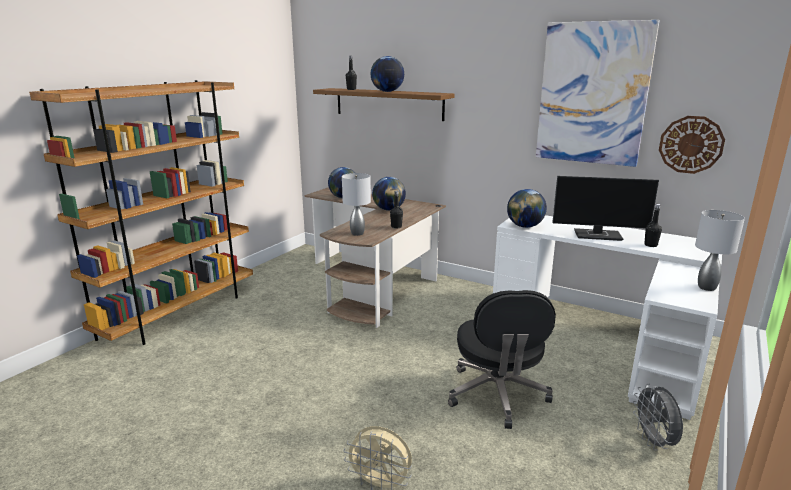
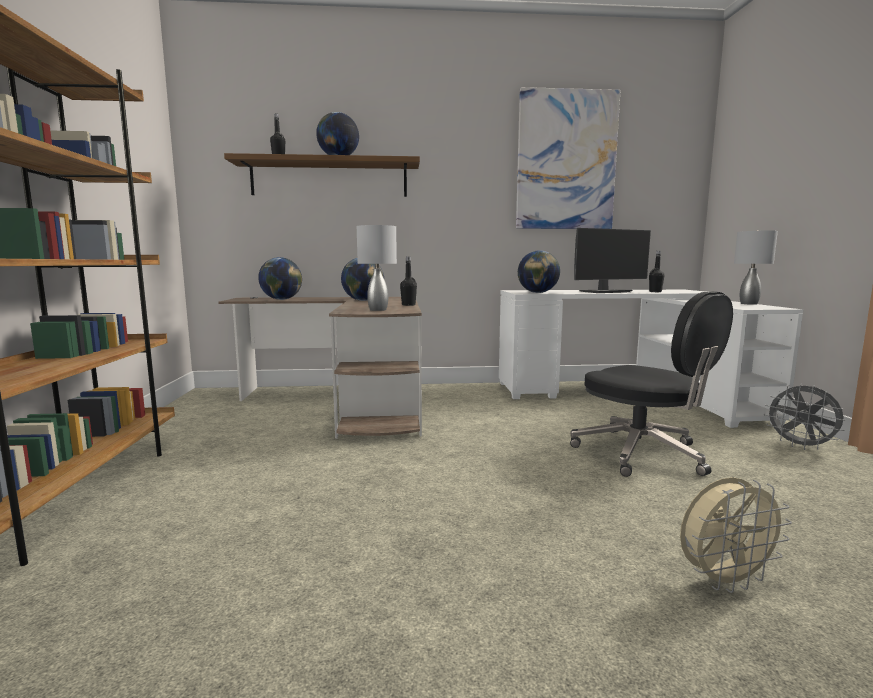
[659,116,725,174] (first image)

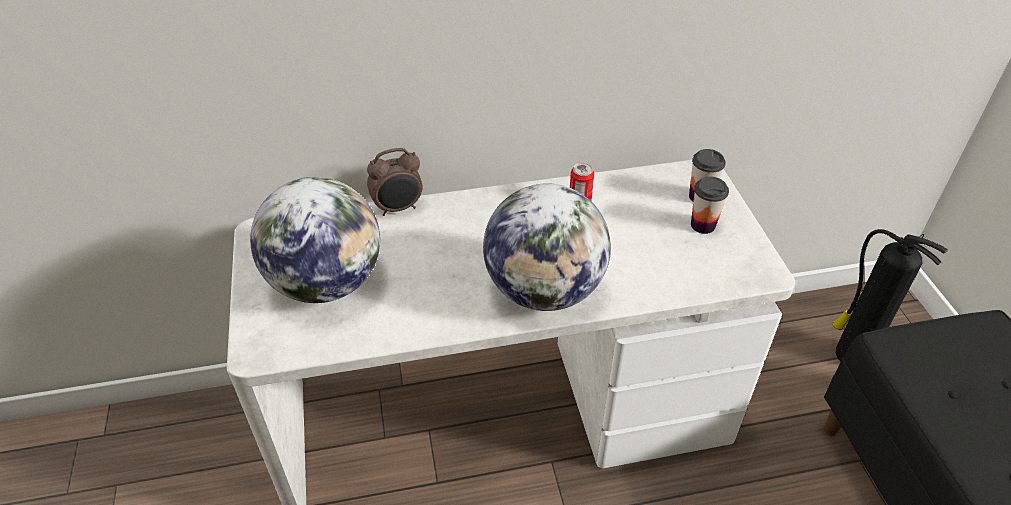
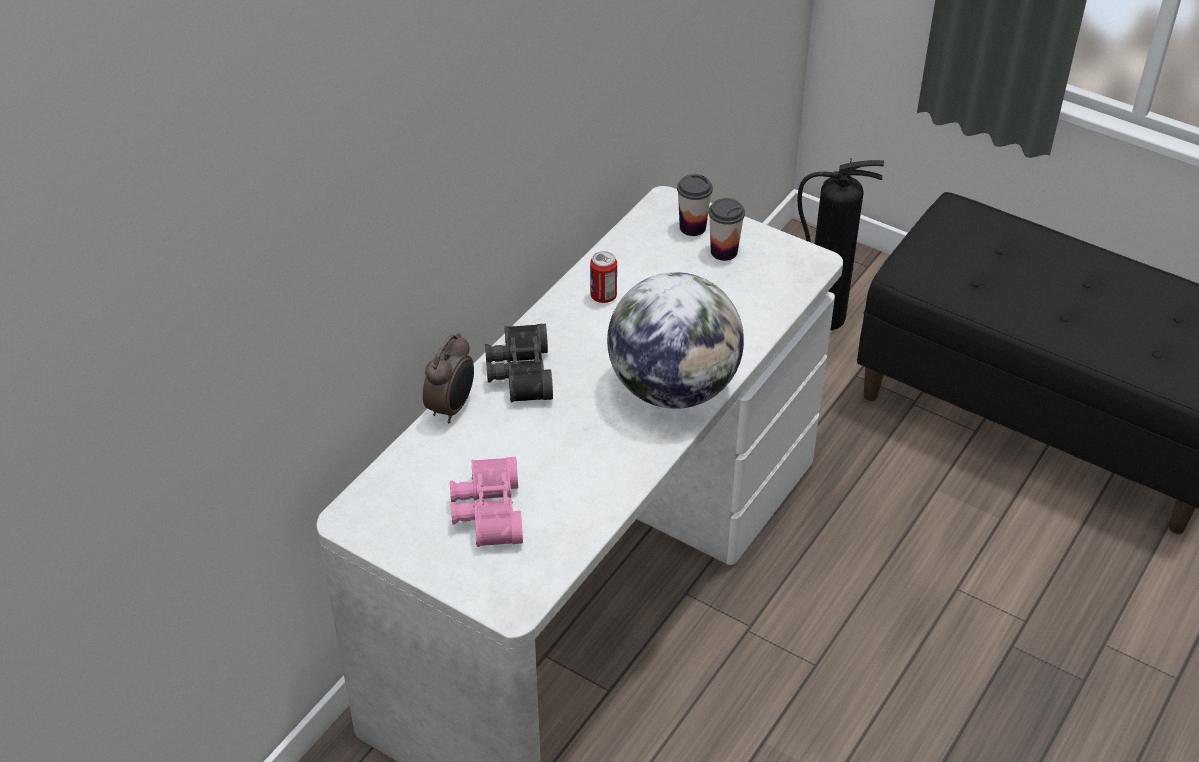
[450,457,523,547]
[485,324,553,402]

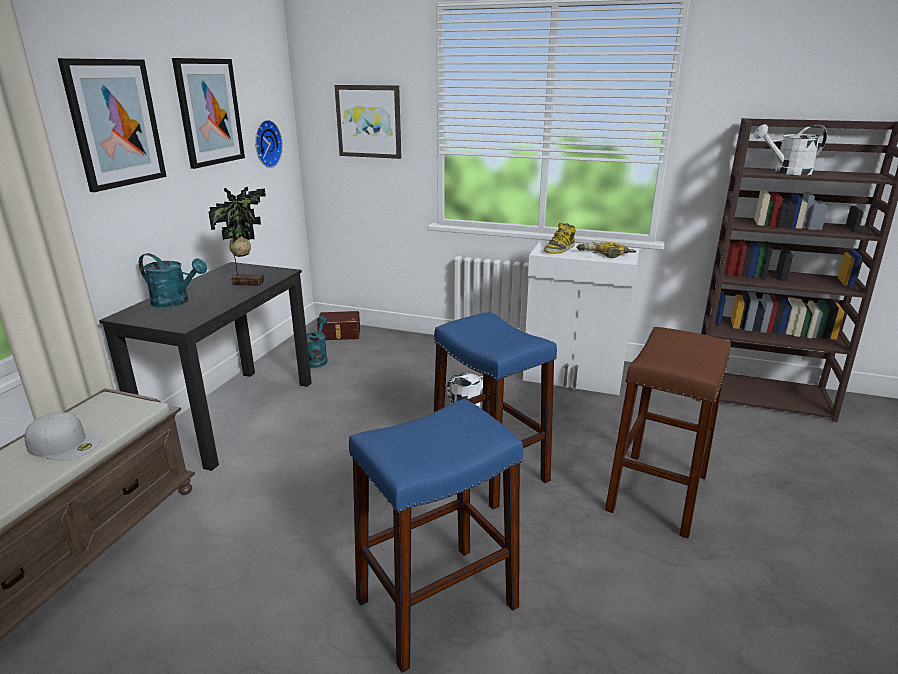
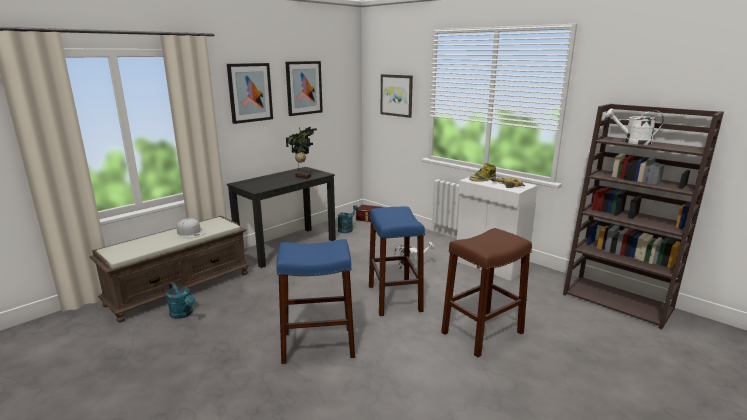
[166,282,195,319]
[255,120,283,168] (first image)

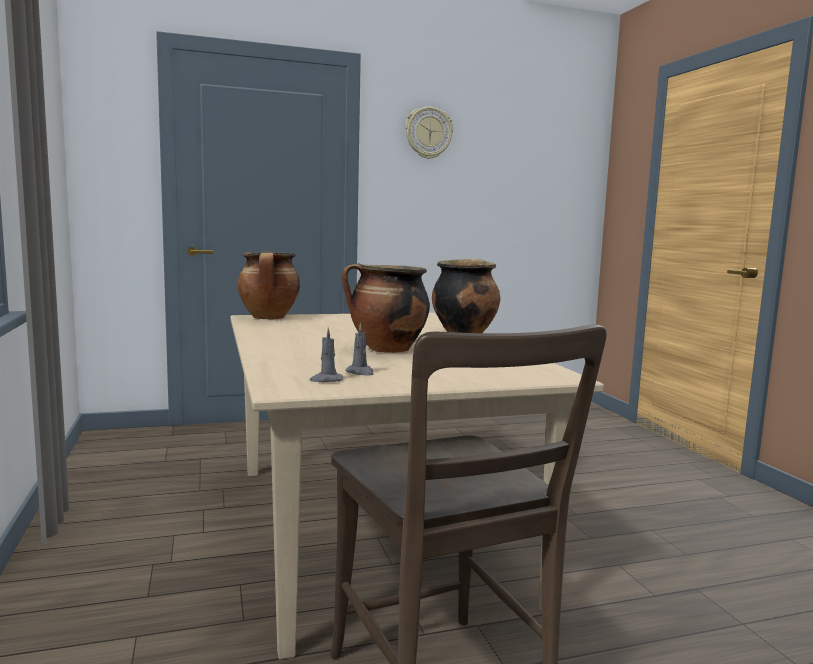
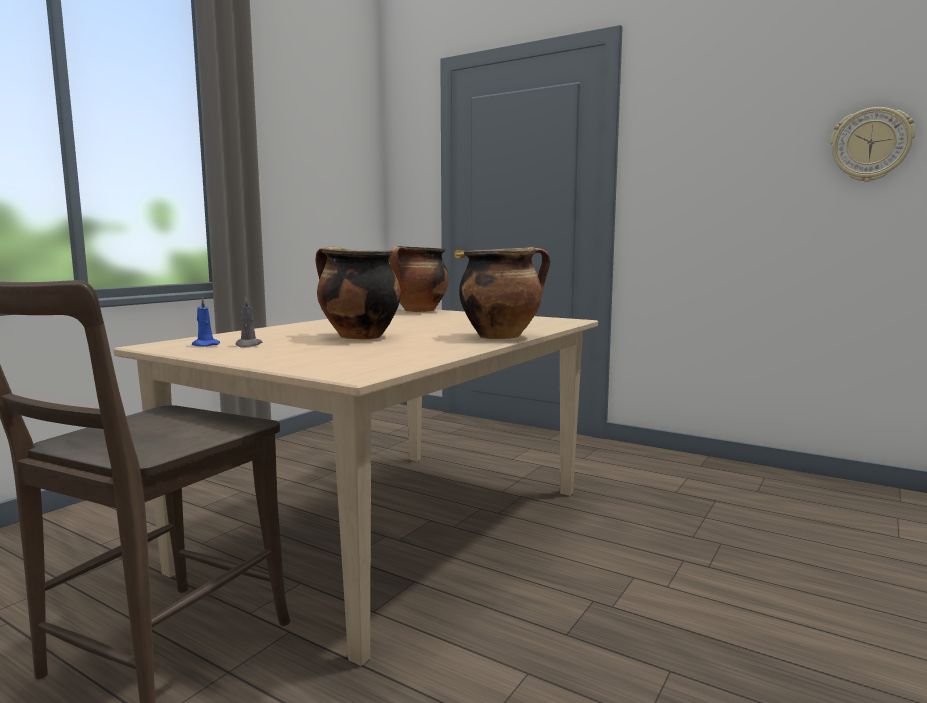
[192,297,220,347]
[830,107,915,182]

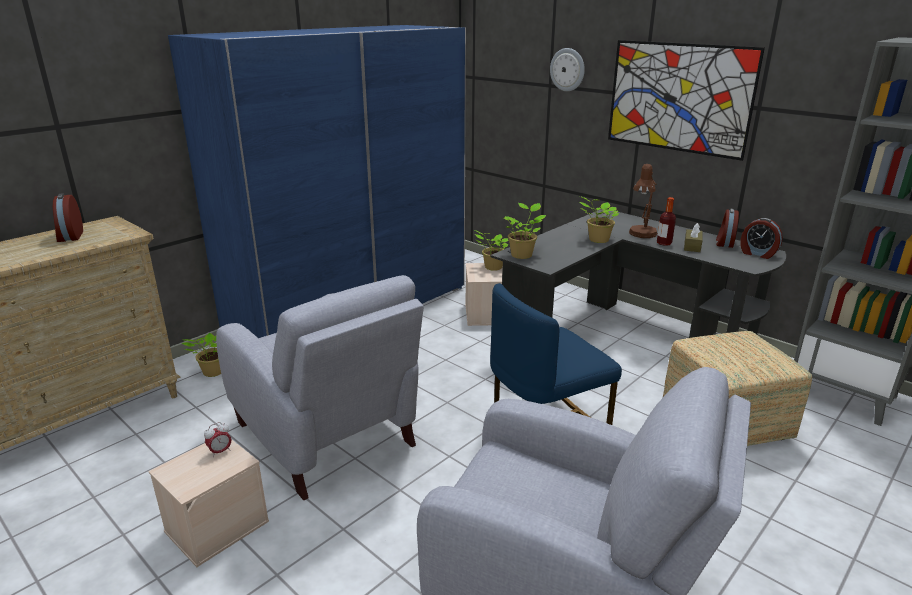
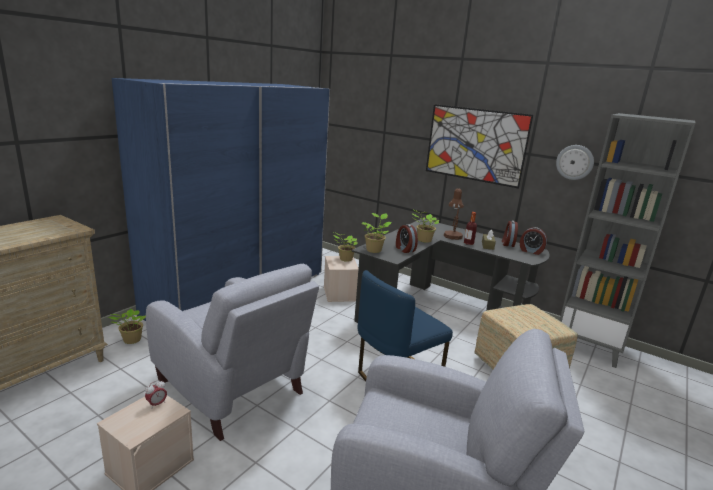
[396,224,418,253]
[556,145,594,180]

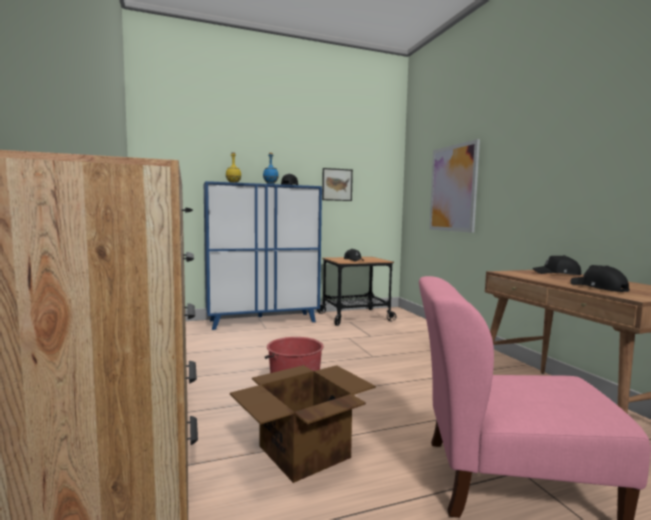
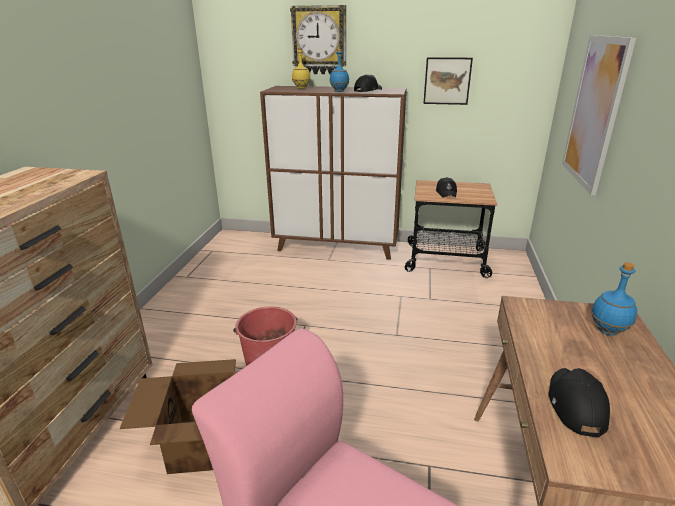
[260,86,407,260]
[591,262,637,336]
[290,5,346,74]

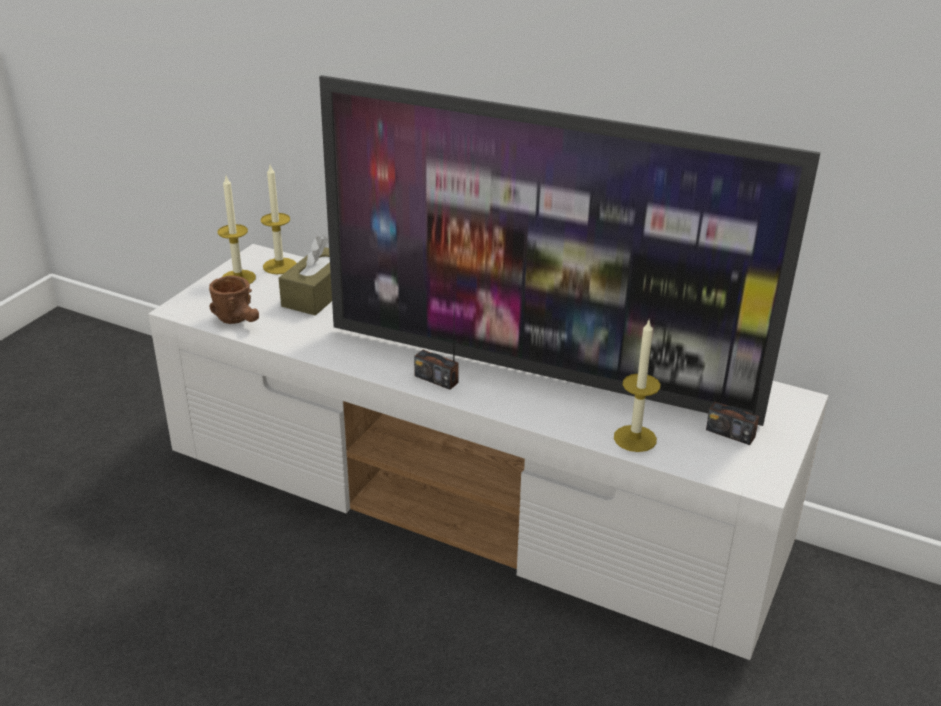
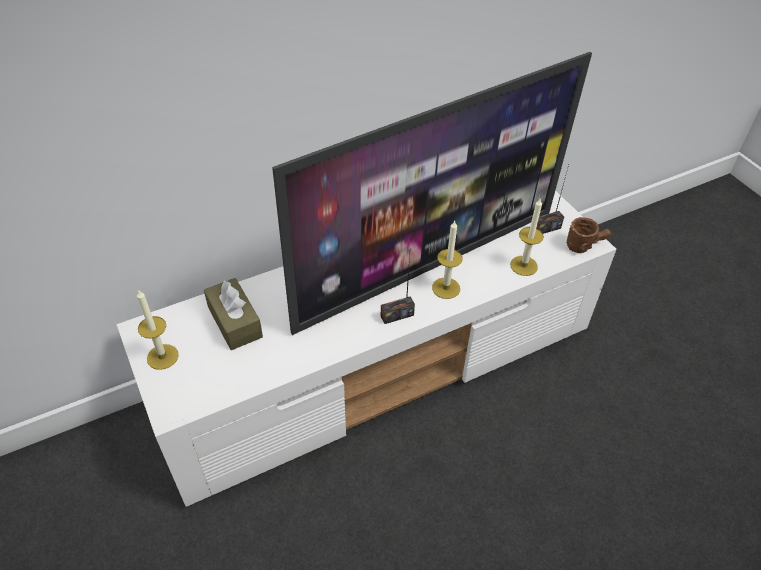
[567,217,611,253]
[432,220,463,299]

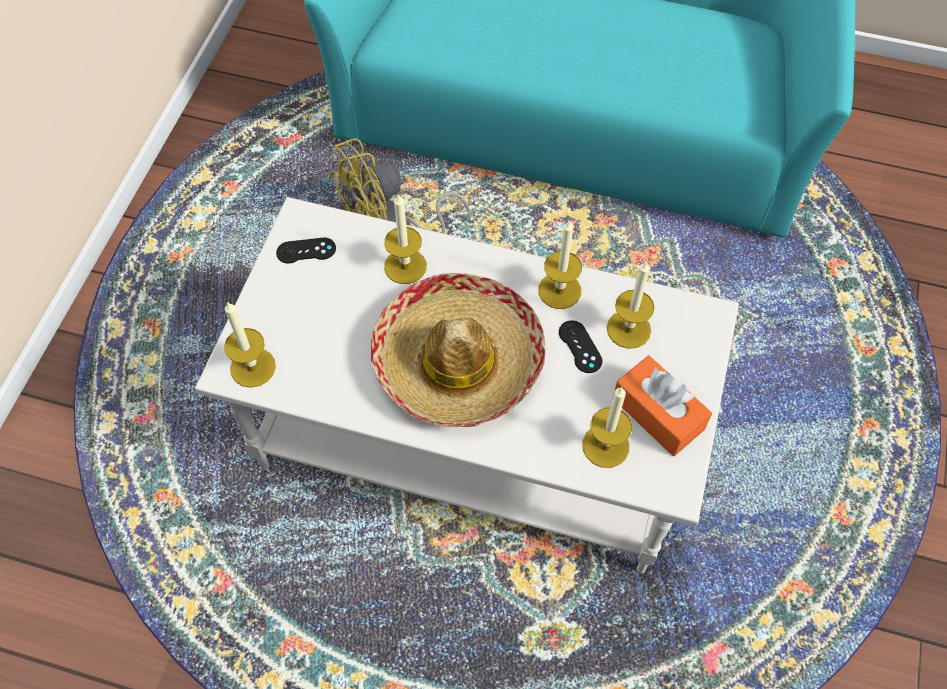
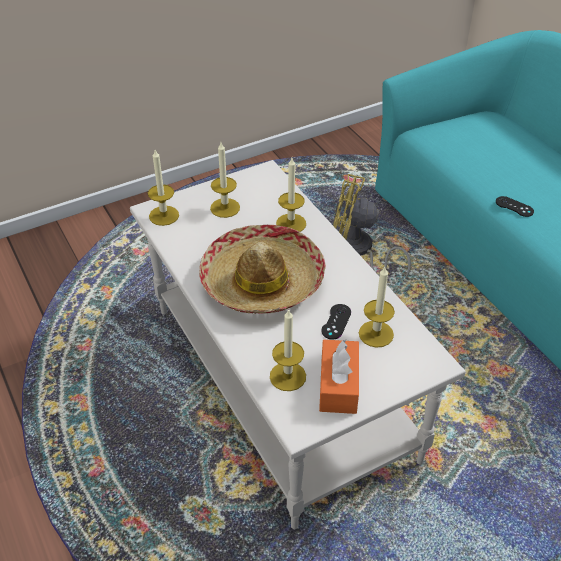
[496,196,534,217]
[210,142,240,218]

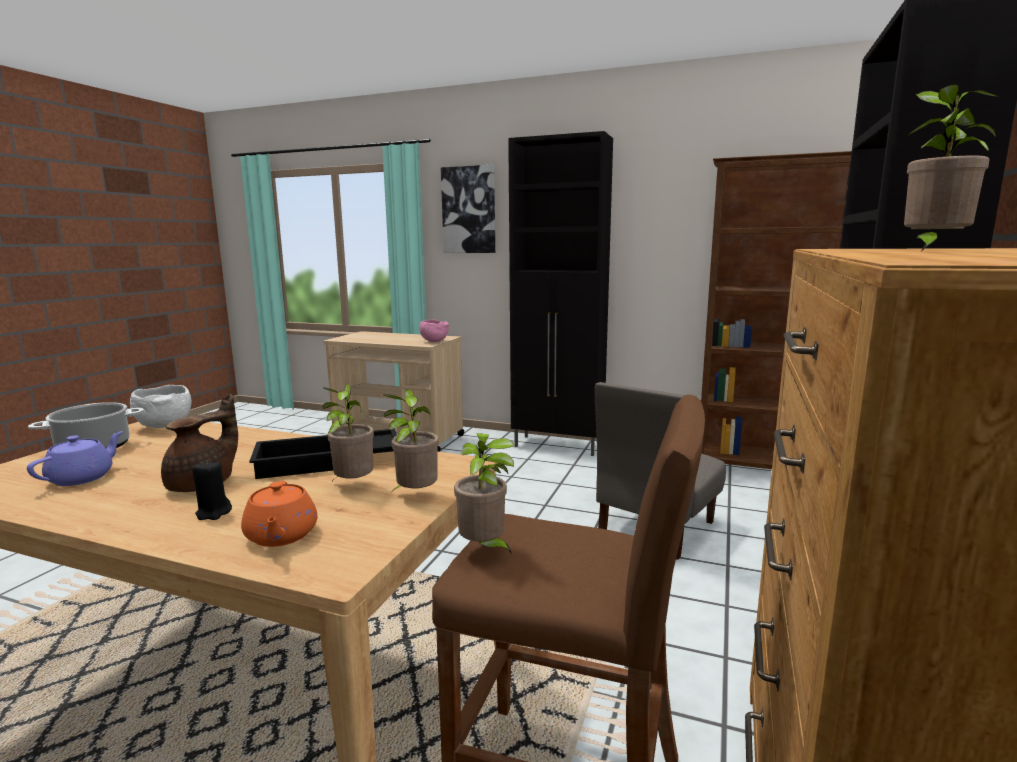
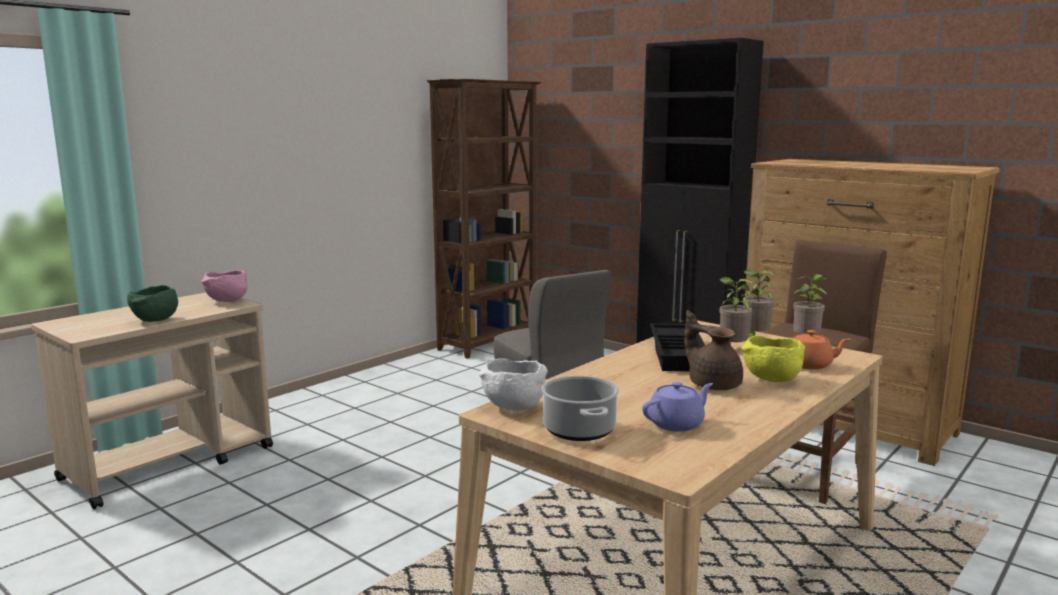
[642,382,713,432]
[741,335,805,382]
[441,165,495,253] (first image)
[508,131,613,456] (first image)
[904,85,999,251] (first image)
[127,285,178,322]

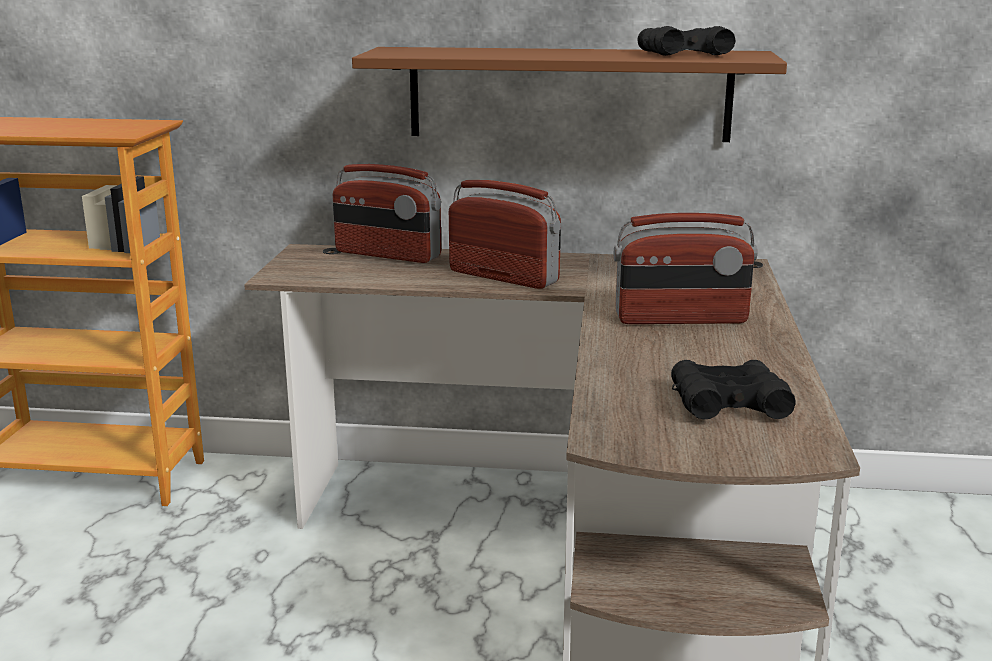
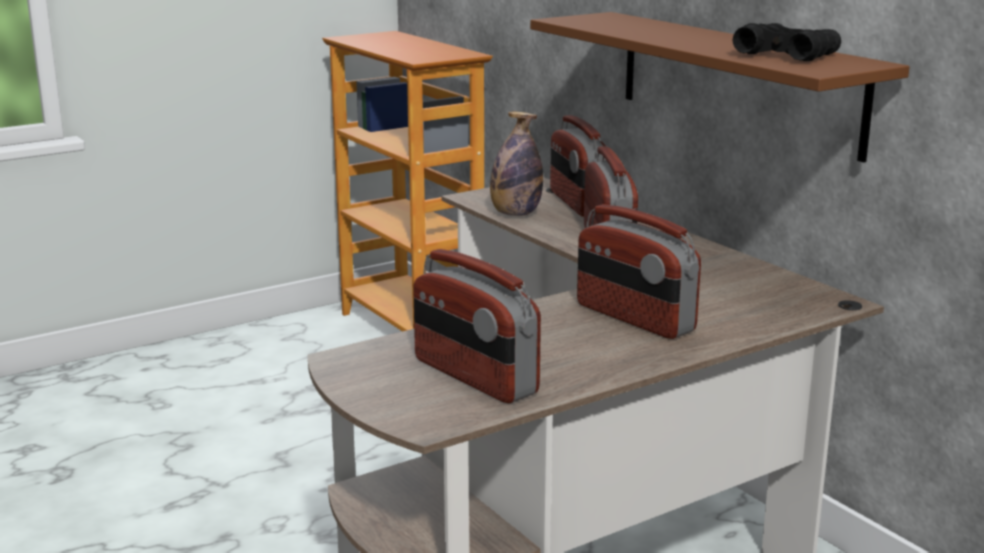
[413,249,541,403]
[490,112,543,216]

